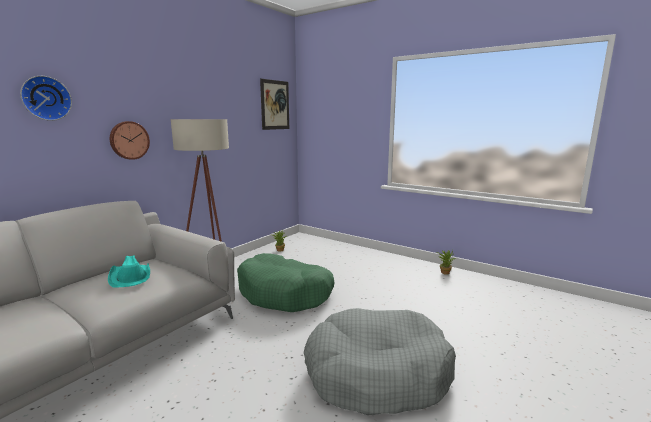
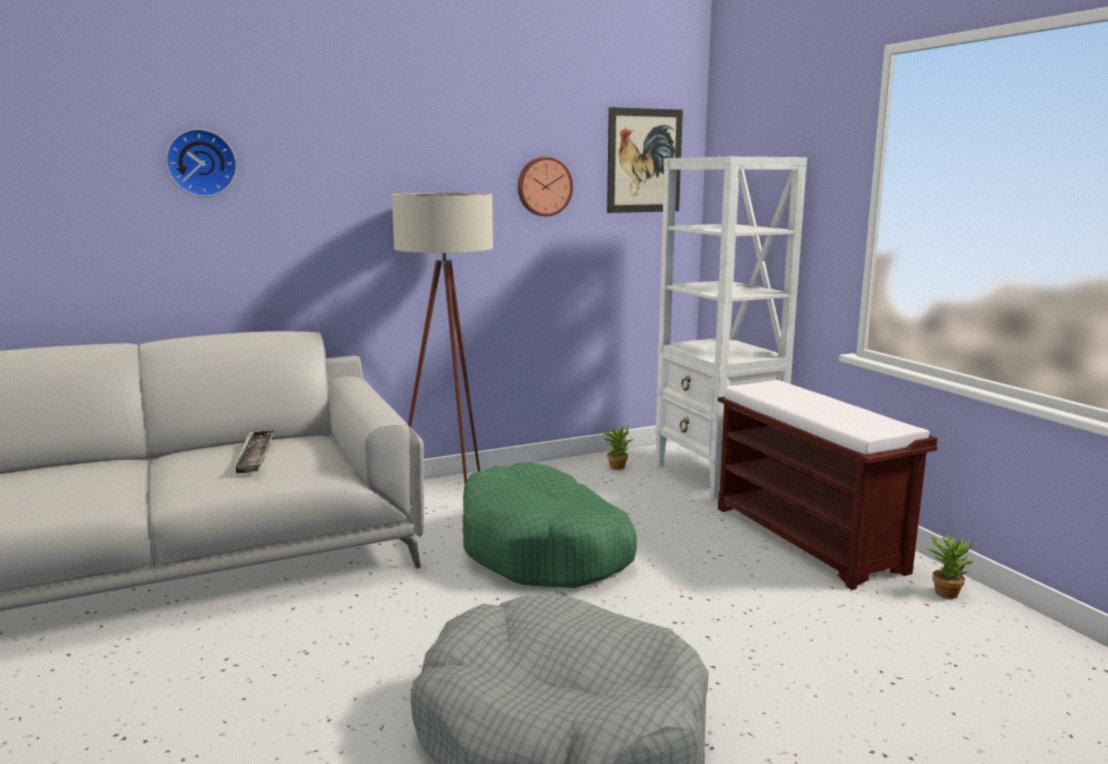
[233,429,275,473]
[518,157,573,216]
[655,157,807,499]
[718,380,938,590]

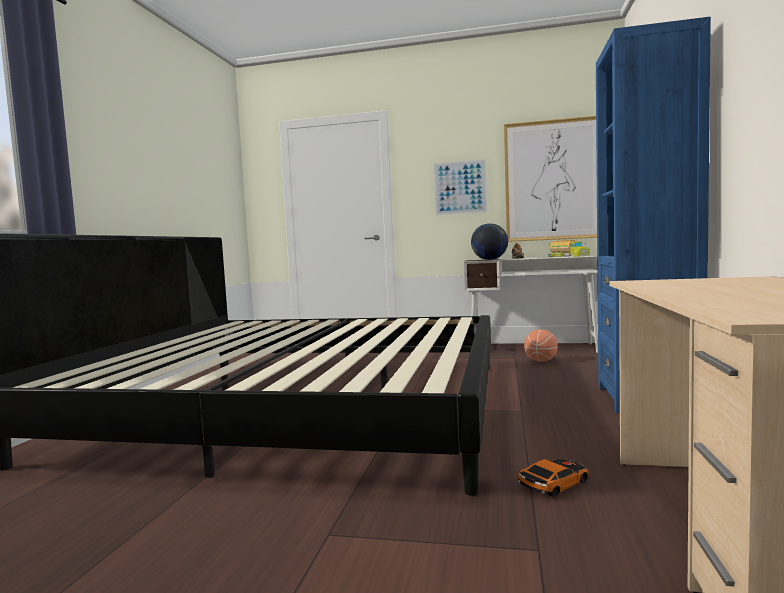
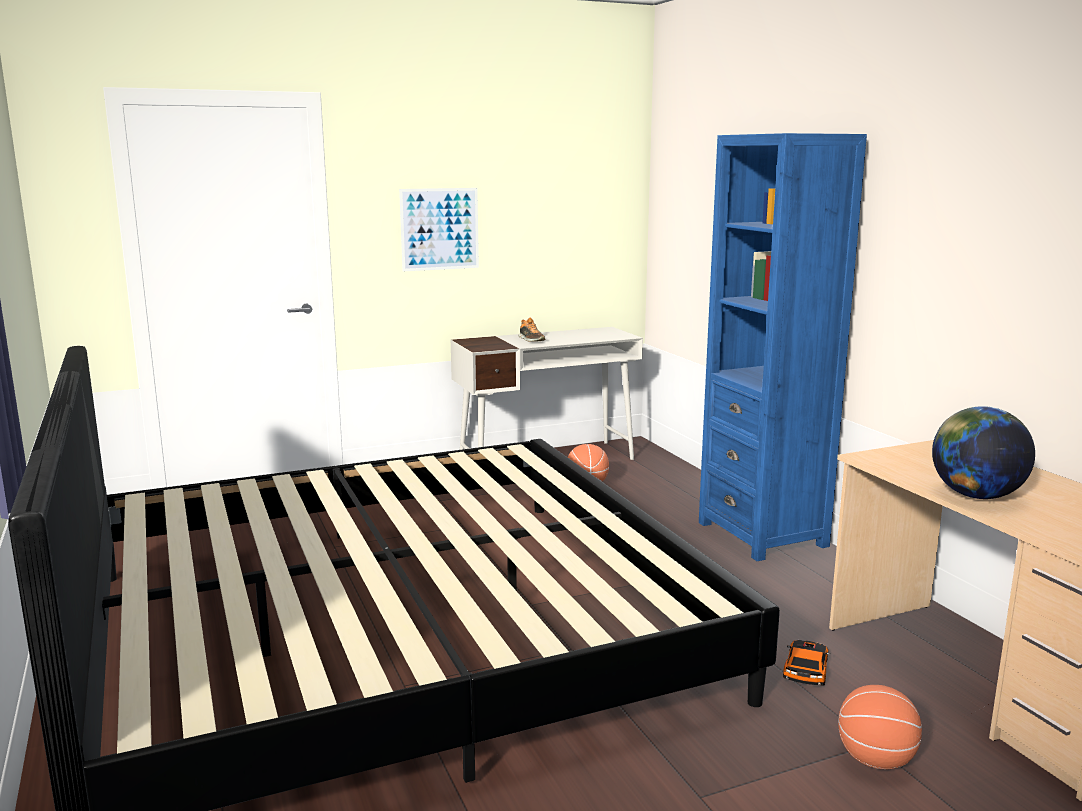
[932,406,1035,499]
[504,116,597,242] (first image)
[548,240,590,257] (first image)
[838,685,922,769]

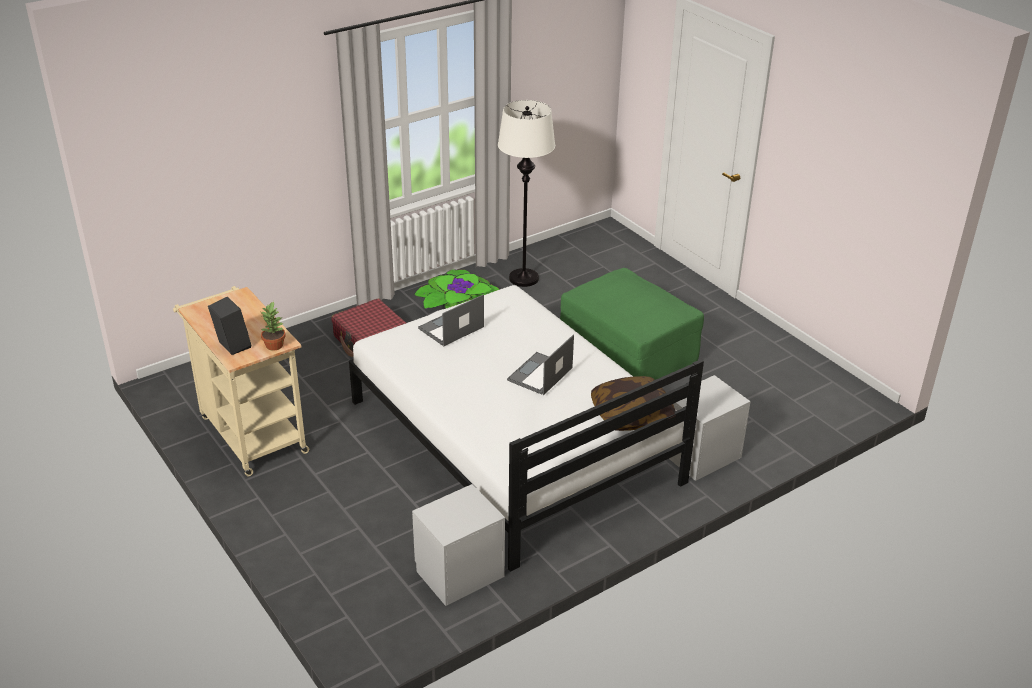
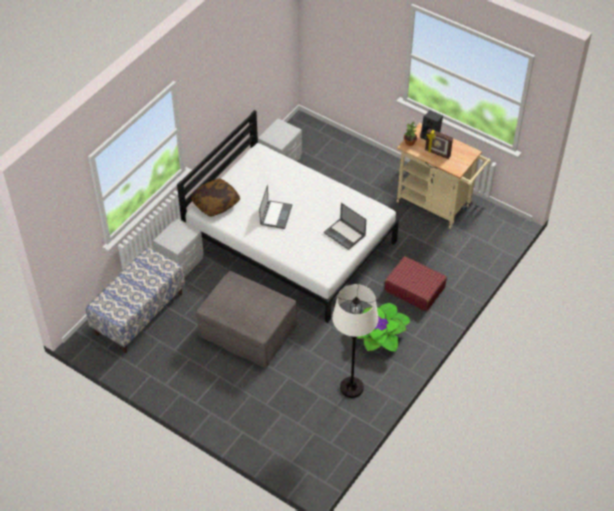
[324,203,366,250]
[196,271,297,368]
[86,247,185,353]
[425,129,453,159]

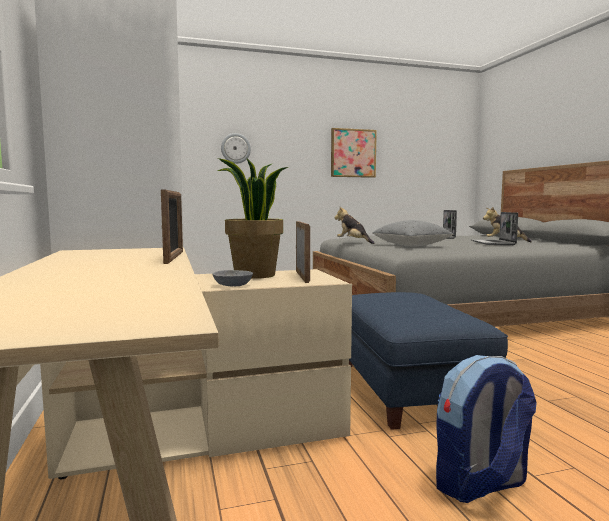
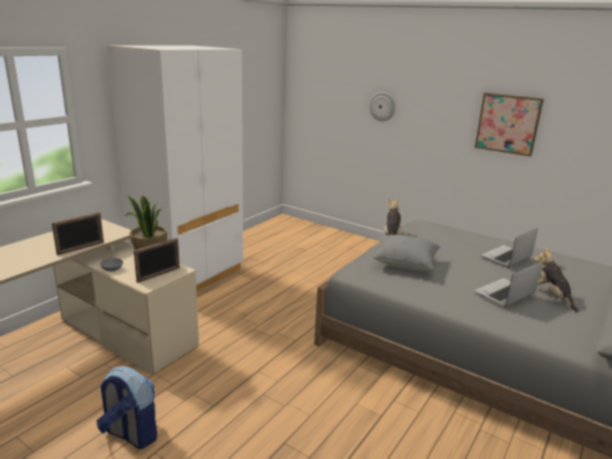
[349,292,508,430] (first image)

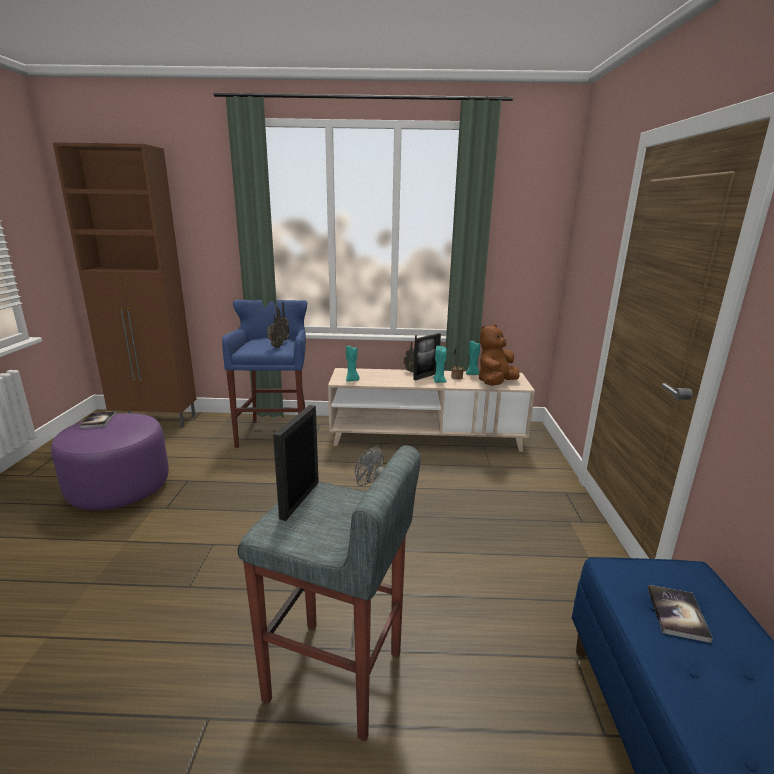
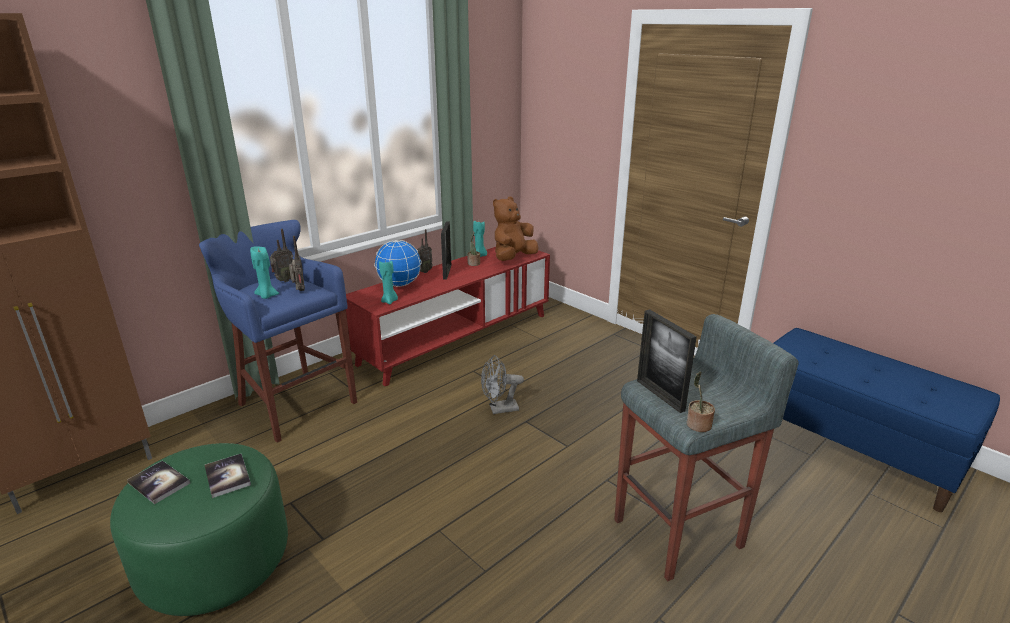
[110,443,288,616]
[346,247,550,386]
[250,247,279,299]
[493,197,538,261]
[205,454,251,498]
[374,240,422,287]
[687,371,715,432]

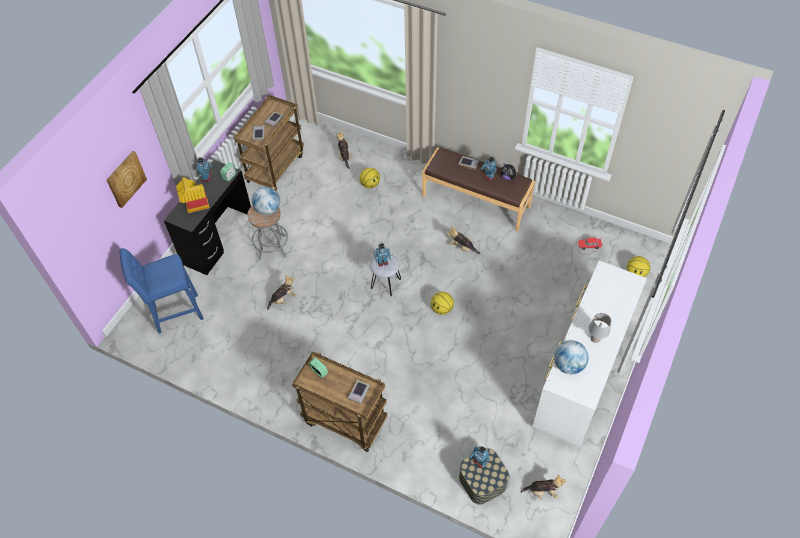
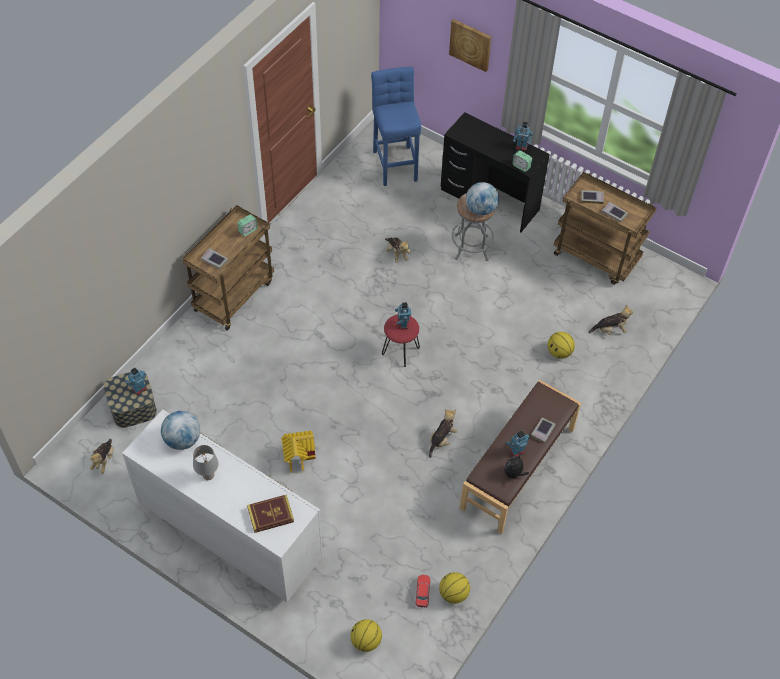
[281,430,316,474]
[382,314,420,367]
[439,572,470,604]
[247,495,294,533]

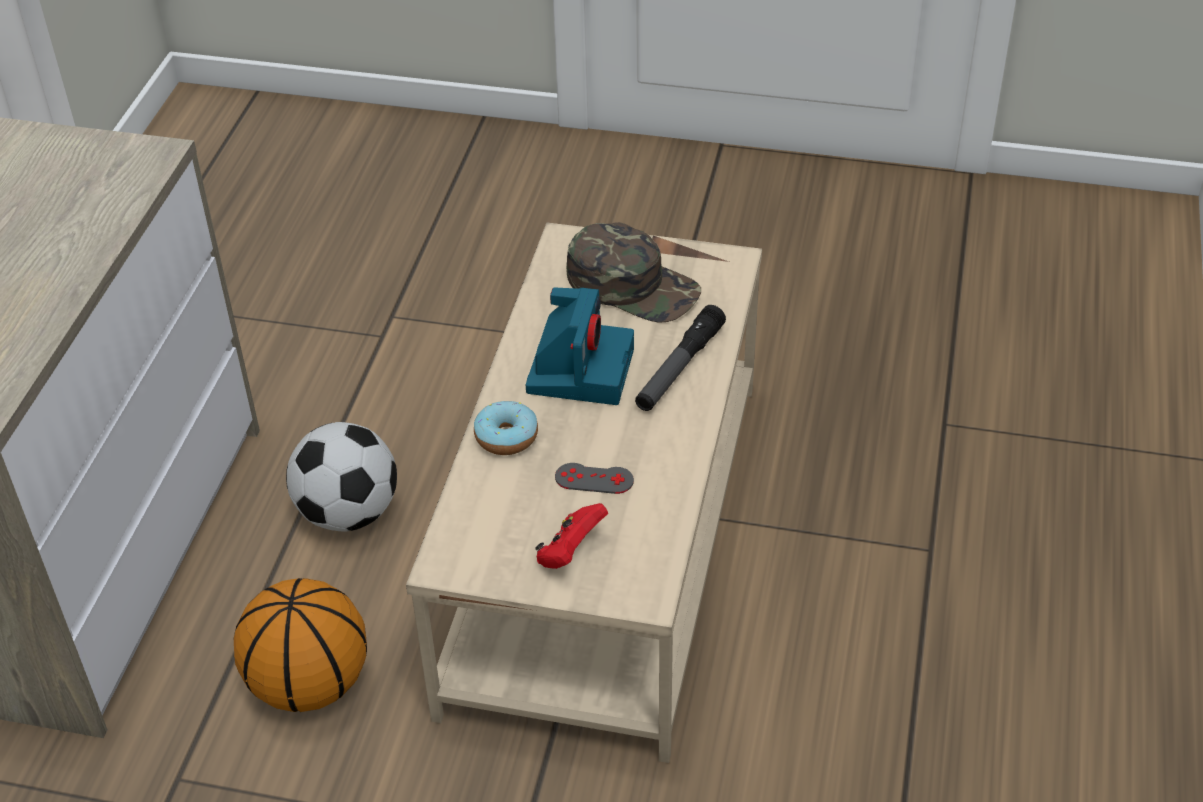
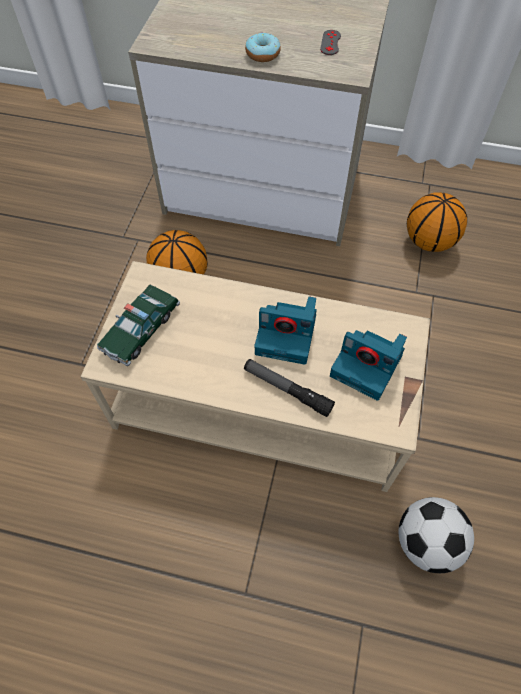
[398,497,474,573]
[245,32,281,62]
[97,284,180,366]
[320,30,341,55]
[330,330,407,401]
[407,192,467,252]

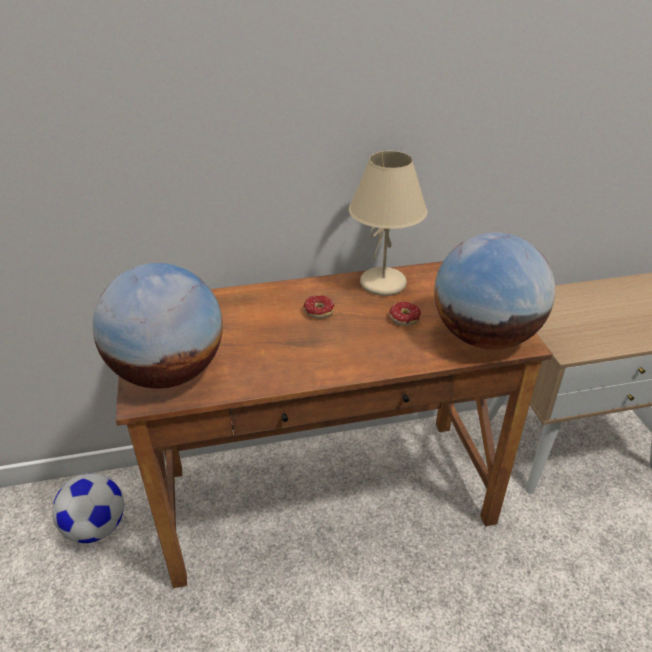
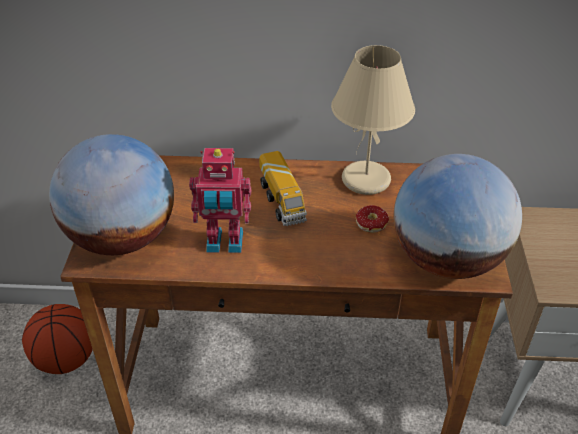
[22,304,93,374]
[259,151,307,226]
[189,148,251,253]

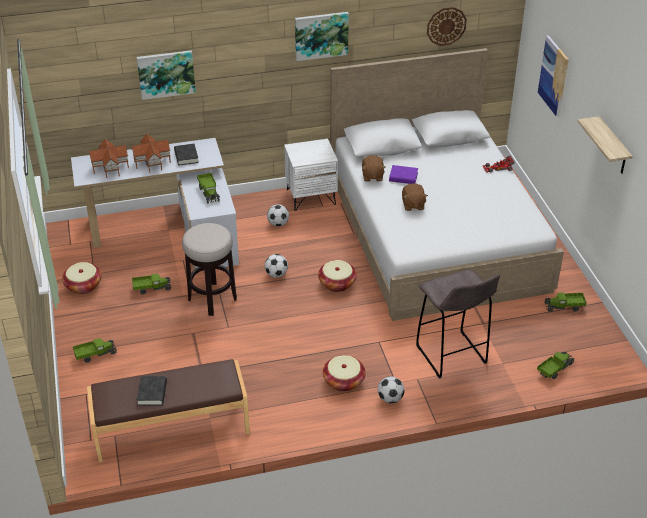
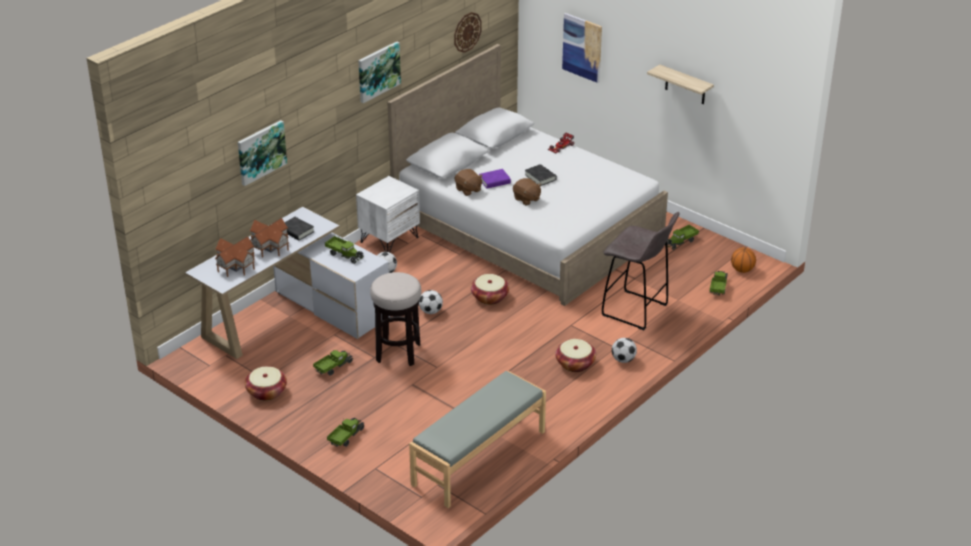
[409,371,546,508]
[525,164,557,186]
[731,247,756,273]

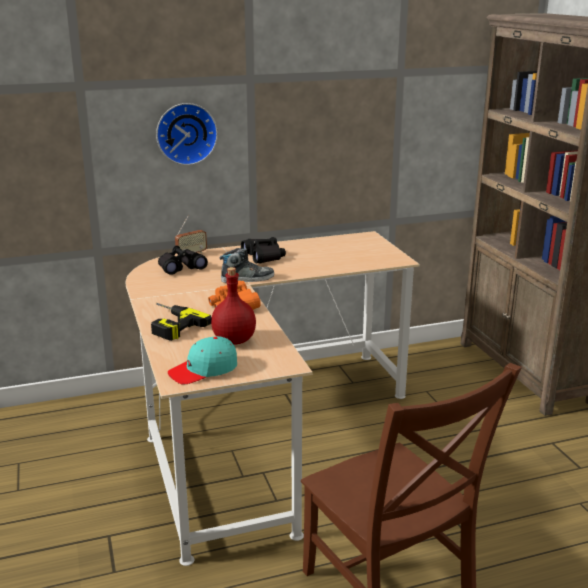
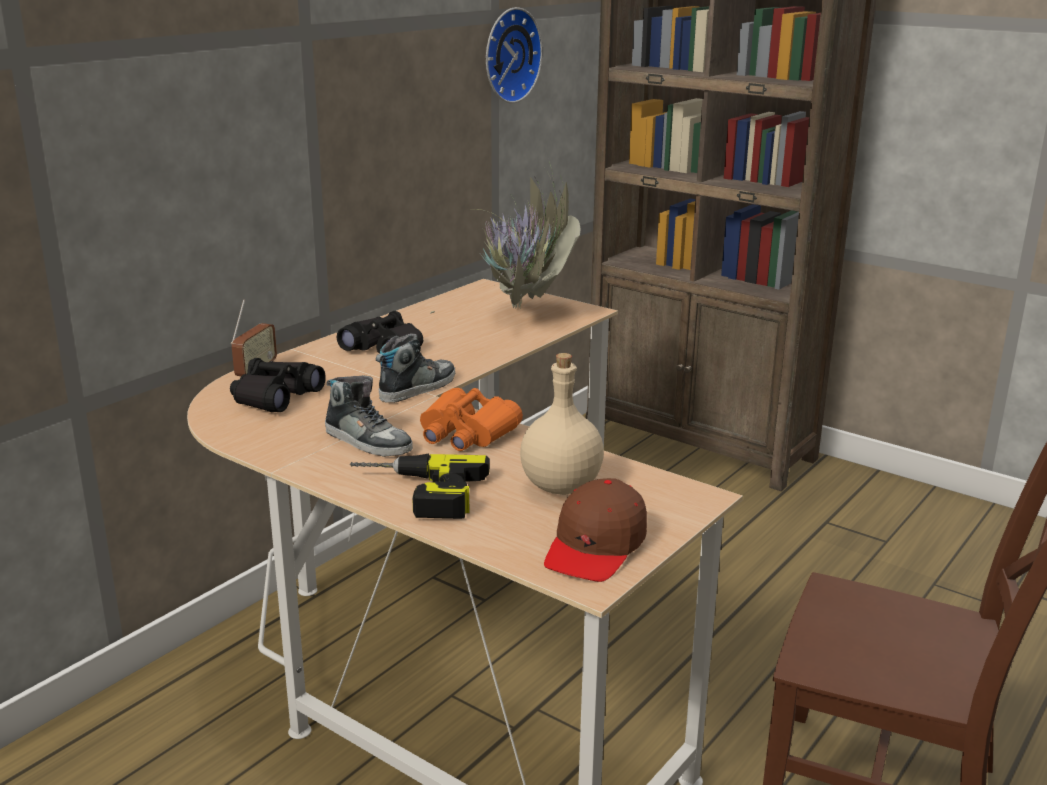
[486,7,543,103]
[544,478,647,582]
[520,353,604,495]
[325,375,413,457]
[431,162,581,313]

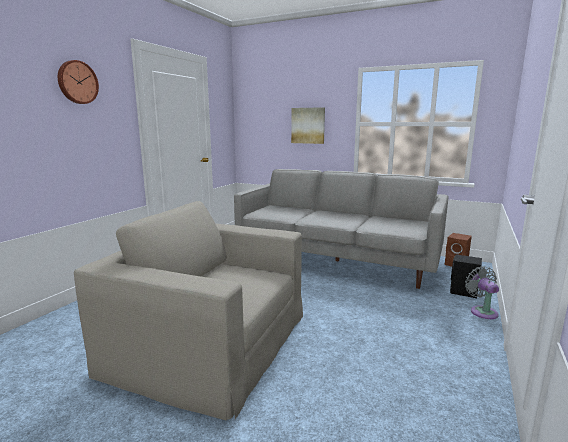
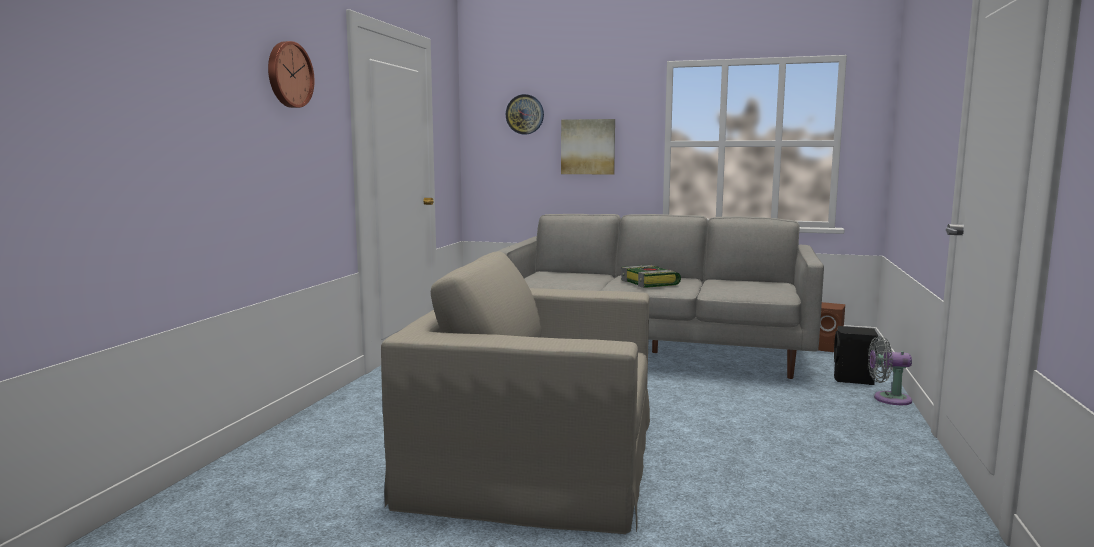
[868,336,912,405]
[506,94,544,135]
[621,265,681,288]

